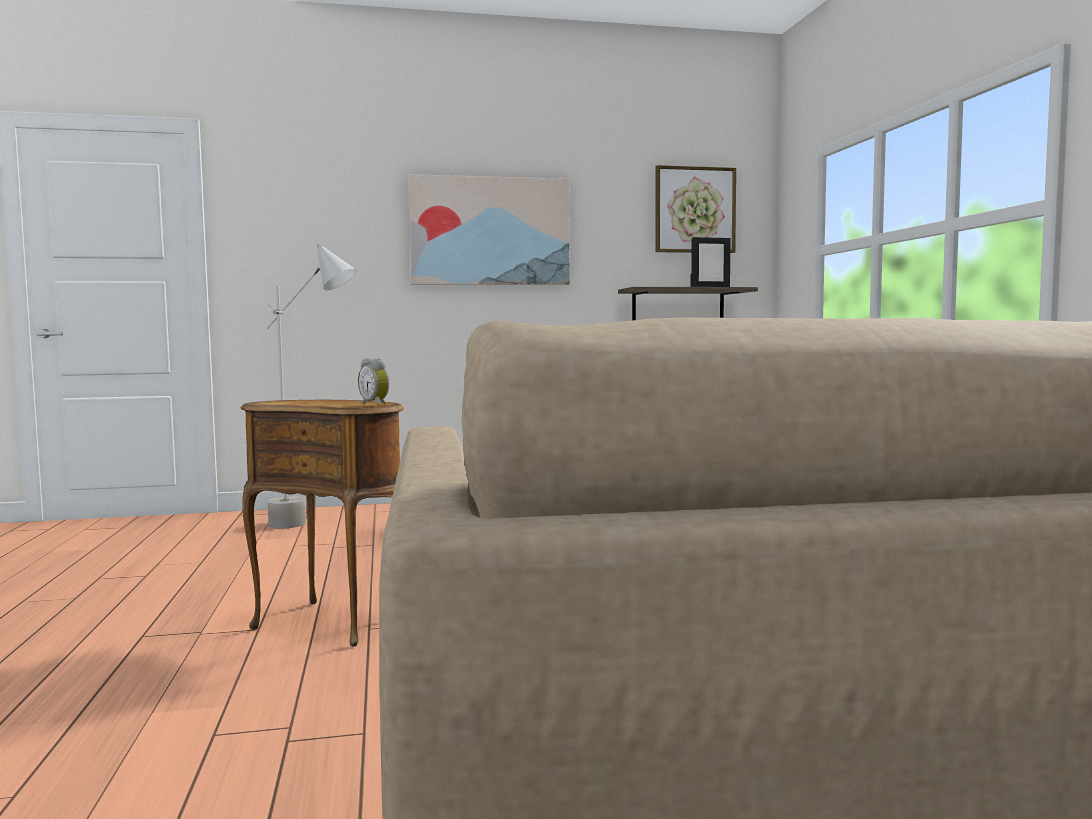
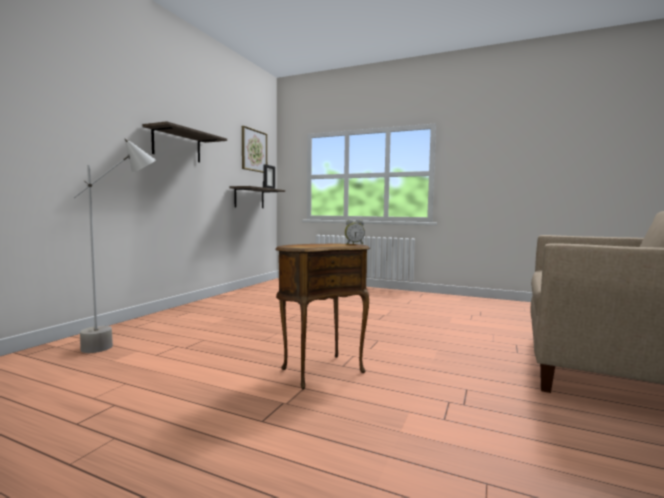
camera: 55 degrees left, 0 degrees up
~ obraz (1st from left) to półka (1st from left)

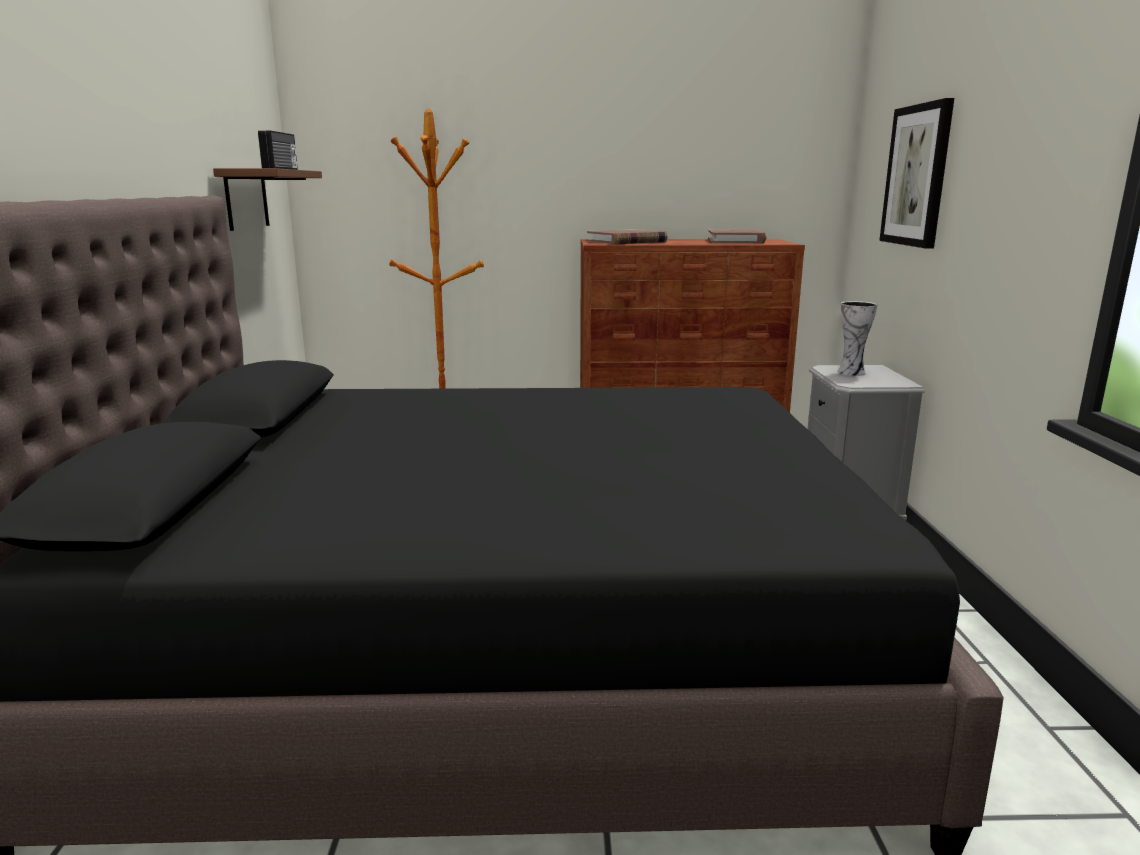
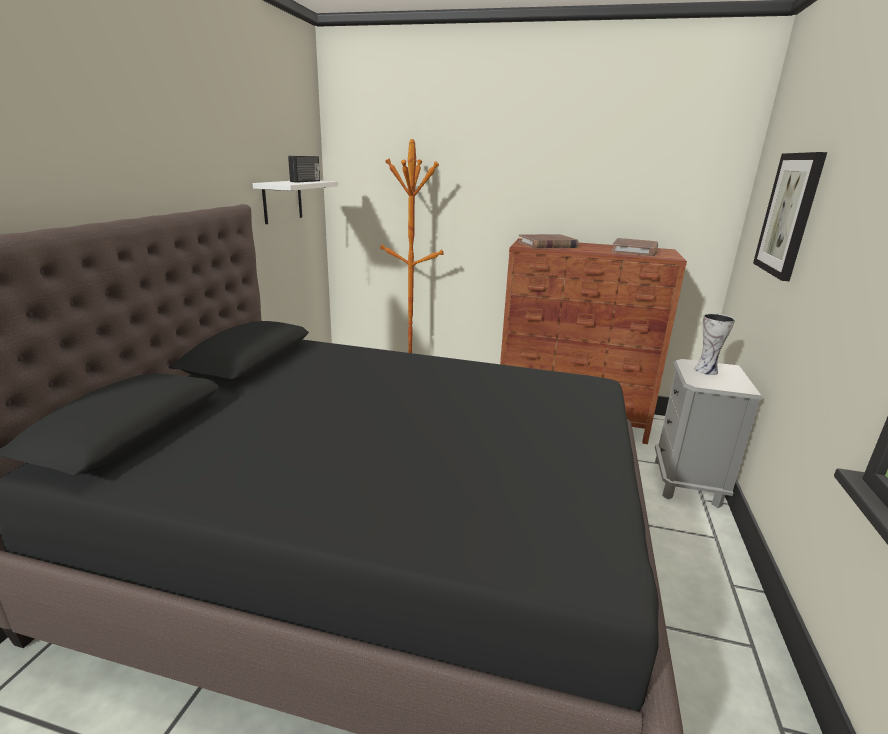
camera: 15 degrees right, 5 degrees up
~ półka (brązowy) to półka (biały)

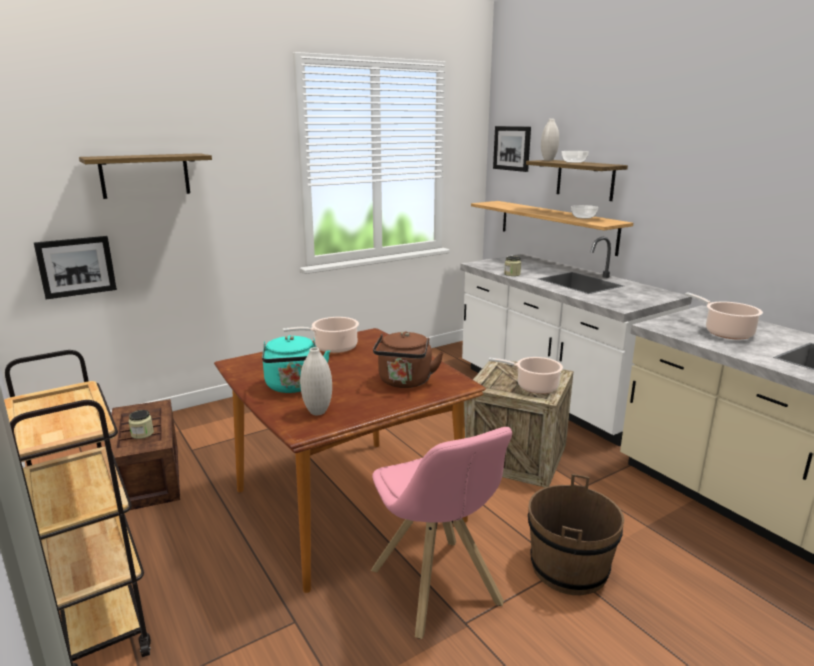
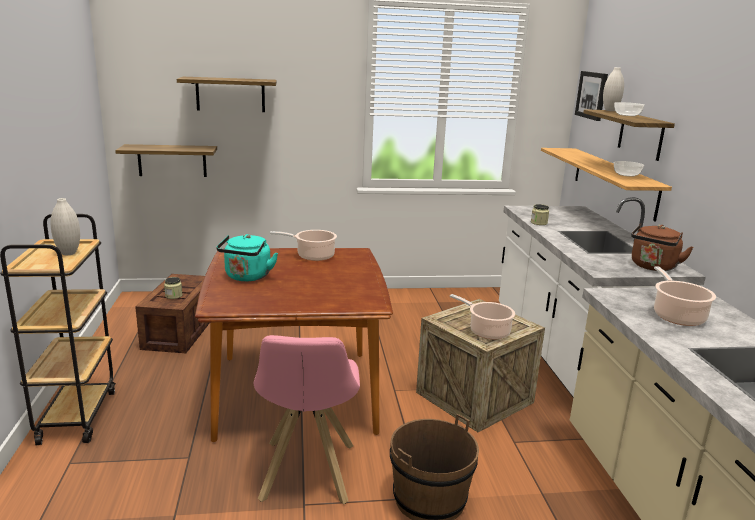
camera: 25 degrees right, 0 degrees up
~ wazon (biały) (1st from left)
~ obraz (1st from left) to półka (1st from left)
~ czajnik (brązowy)

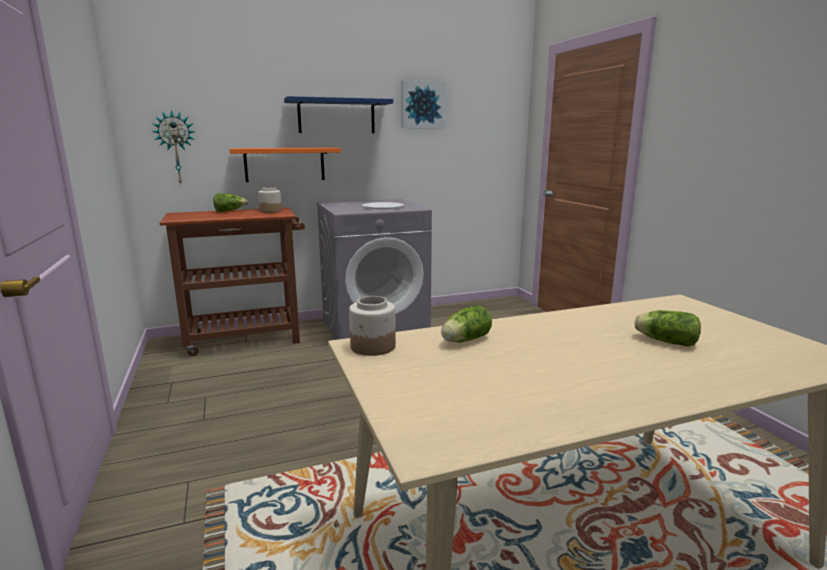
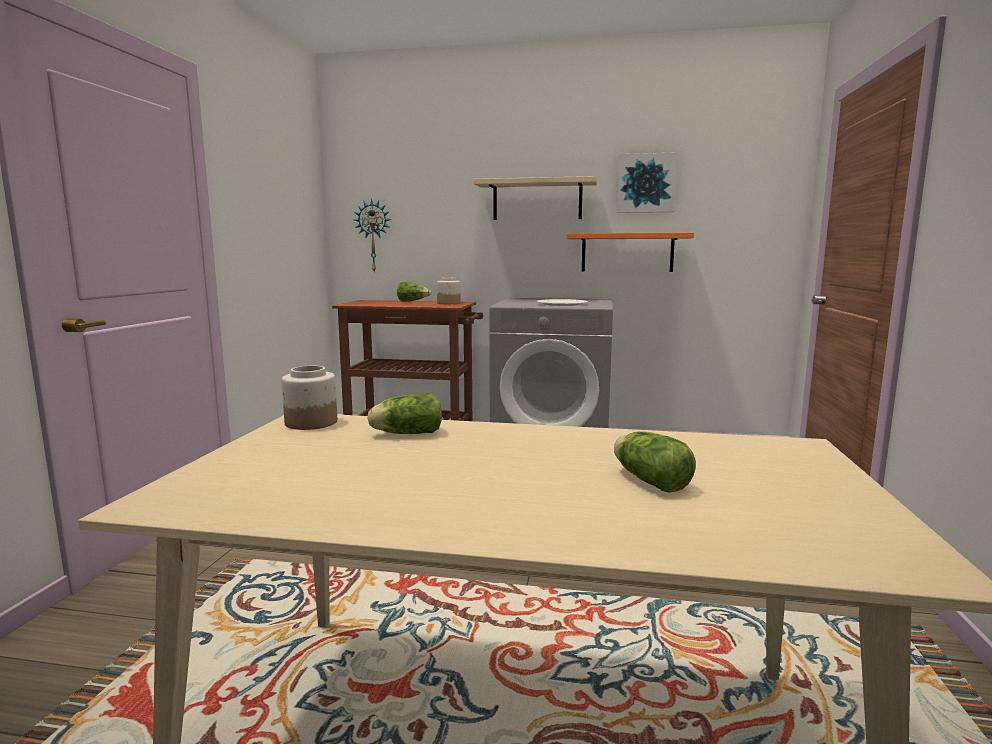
camera: 30 degrees right, 5 degrees down
~ półka (niebieski) to półka (beżowy)
~ półka (pomarańczowy)

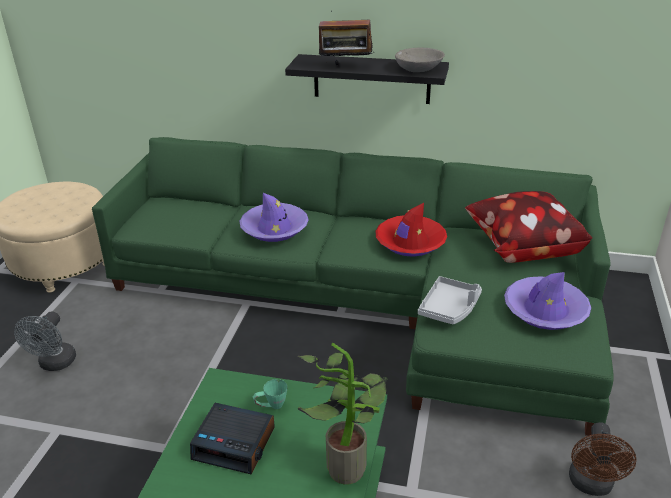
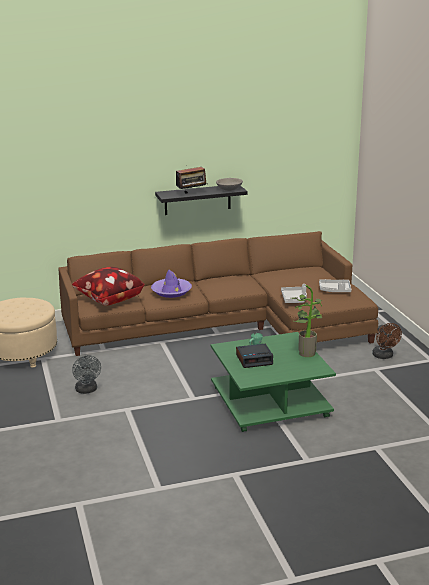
camera: 30 degrees left, 10 degrees down
~ kanapa (zielony) to kanapa (brązowy)
~ poduszka
~ kapelusz (fioletowy) (2nd from left) to taca (szary) (2nd from left)
- kapelusz (czerwony)

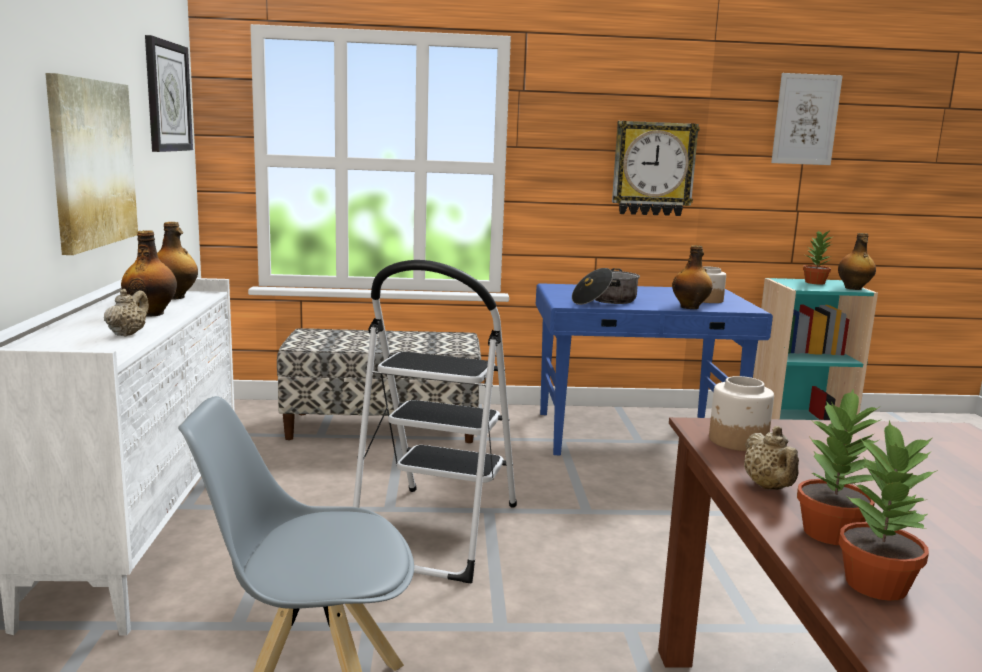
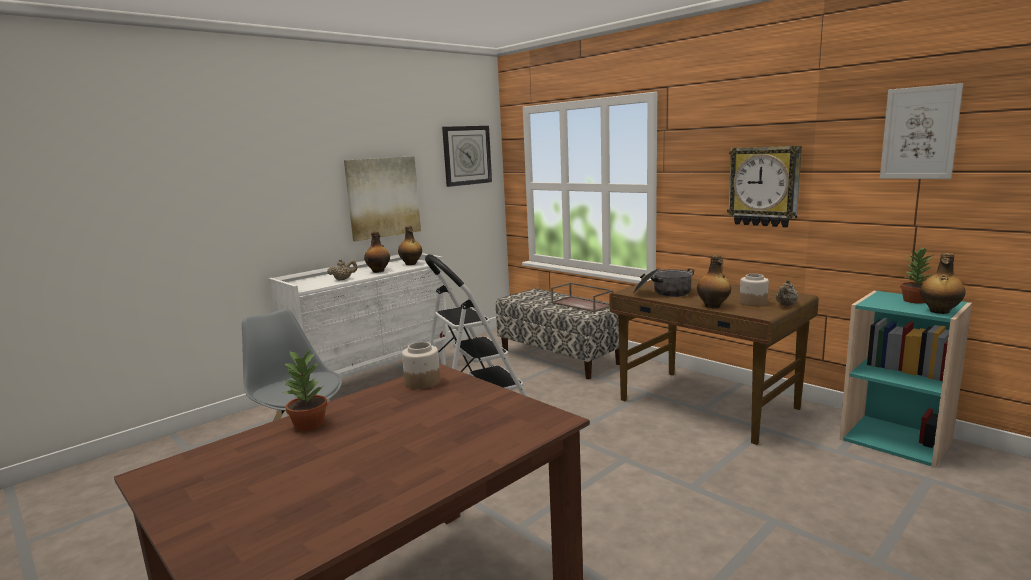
camera: 50 degrees right, 0 degrees up
+ taca (brązowy)
~ biurko (niebieski) to biurko (brązowy)
~ imbryk (beżowy) (2nd from left)
- roślina doniczkowa (3rd from left)

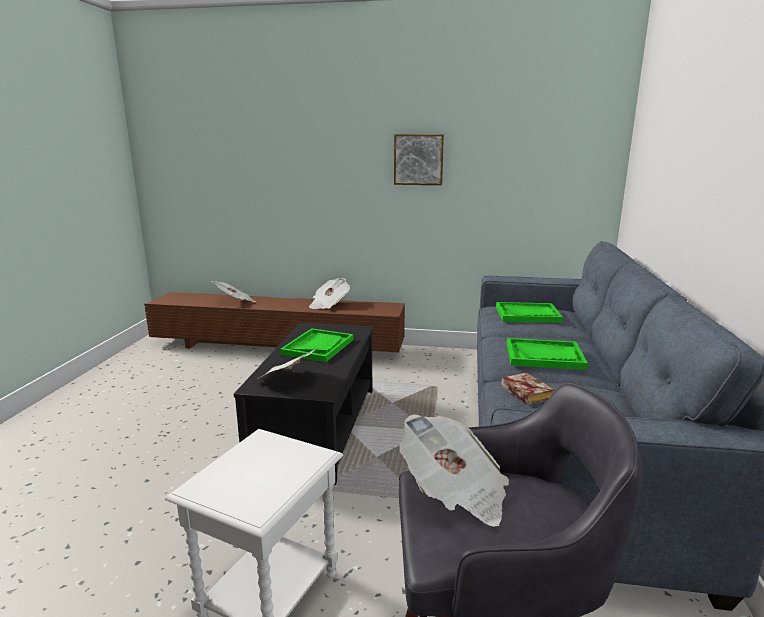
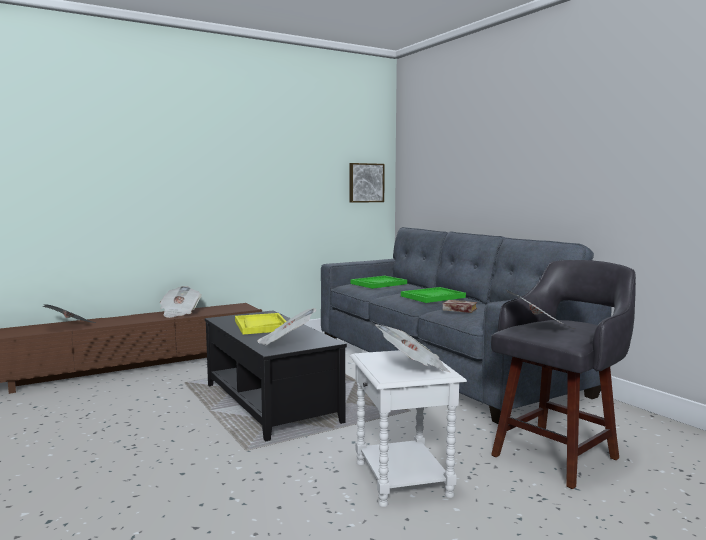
camera: 40 degrees left, 10 degrees down
~ taca (zielony) (1st from left) to taca (żółty)
~ obraz
+ gazeta (4th from left)

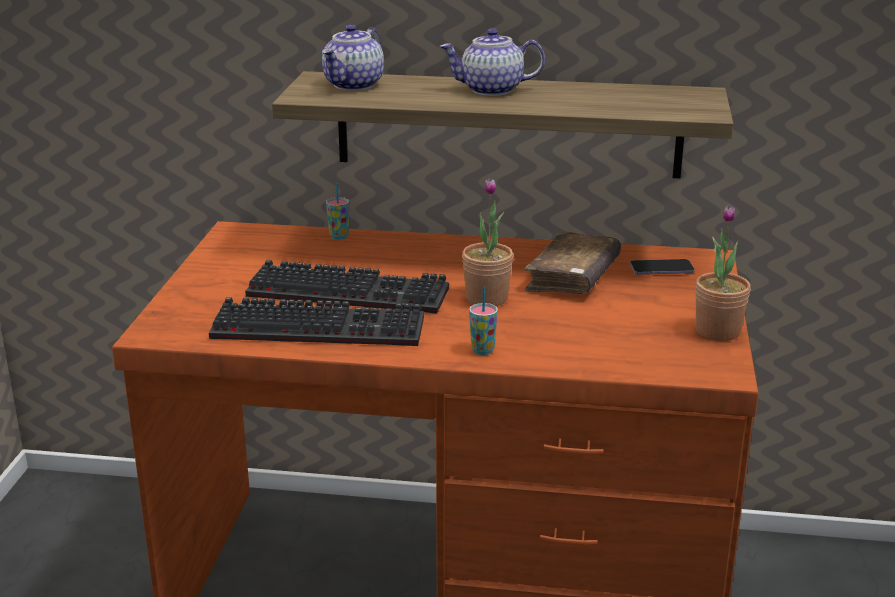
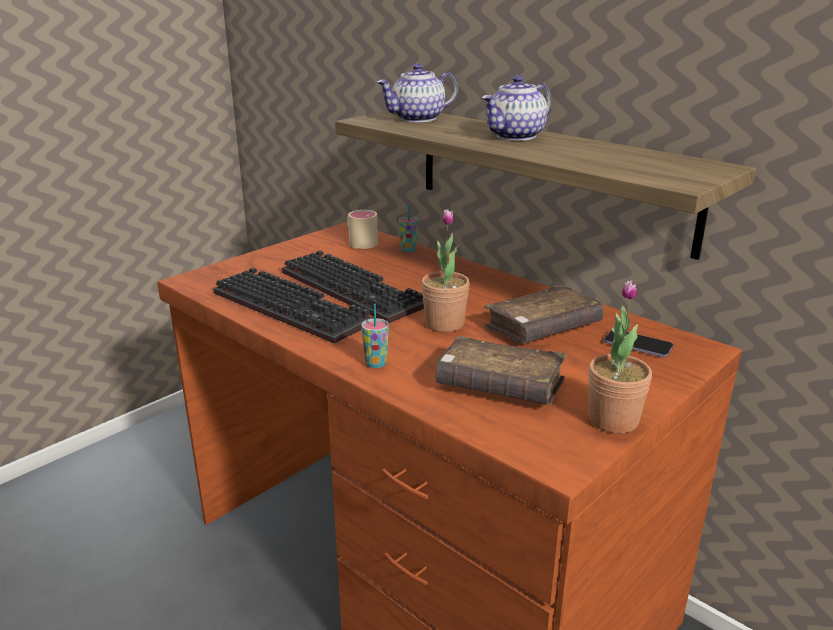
camera: 35 degrees right, 0 degrees up
+ kubek (beżowy)
+ książka (brązowy) (1st from left)
~ imbryk (2nd from left) 75 degrees counterclockwise

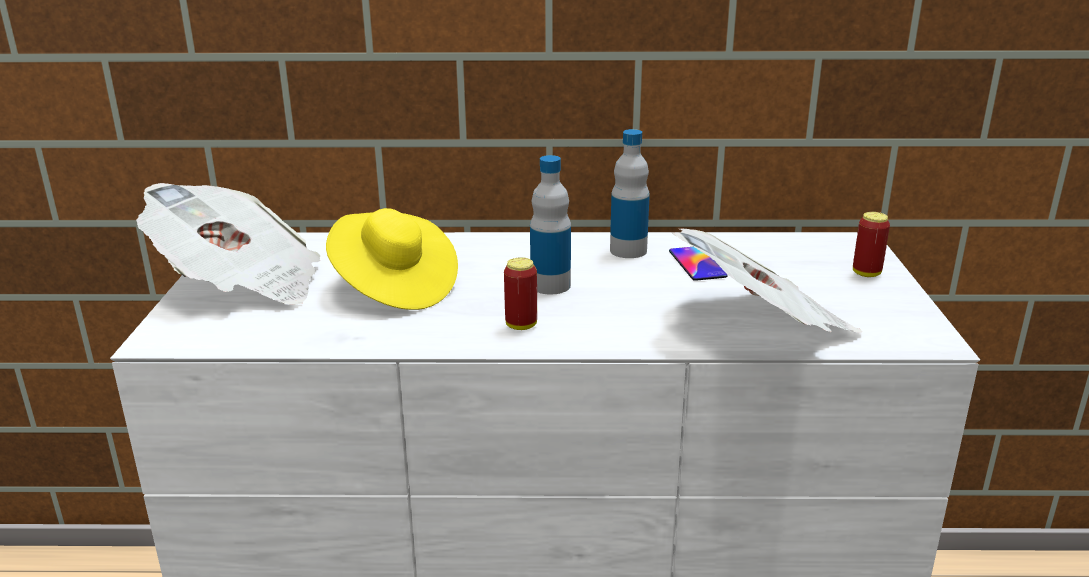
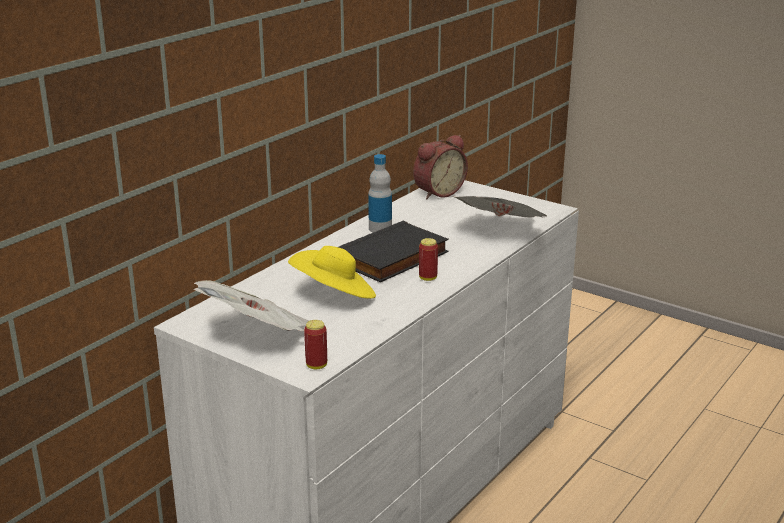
camera: 55 degrees left, 0 degrees up
~ puszka (2nd from left in the first image) to puszka (1st from left)
~ butelka (1st from left) to książka (czarny)
+ budzik
- telefon

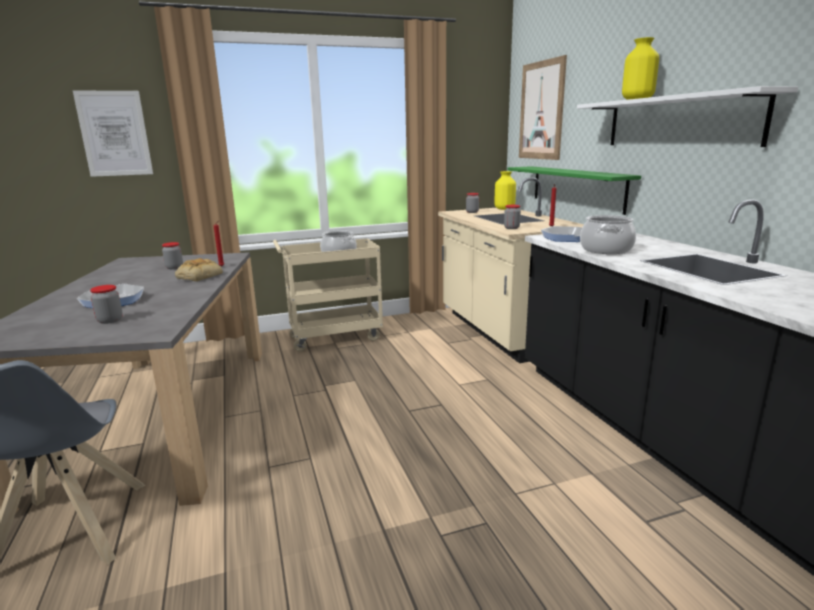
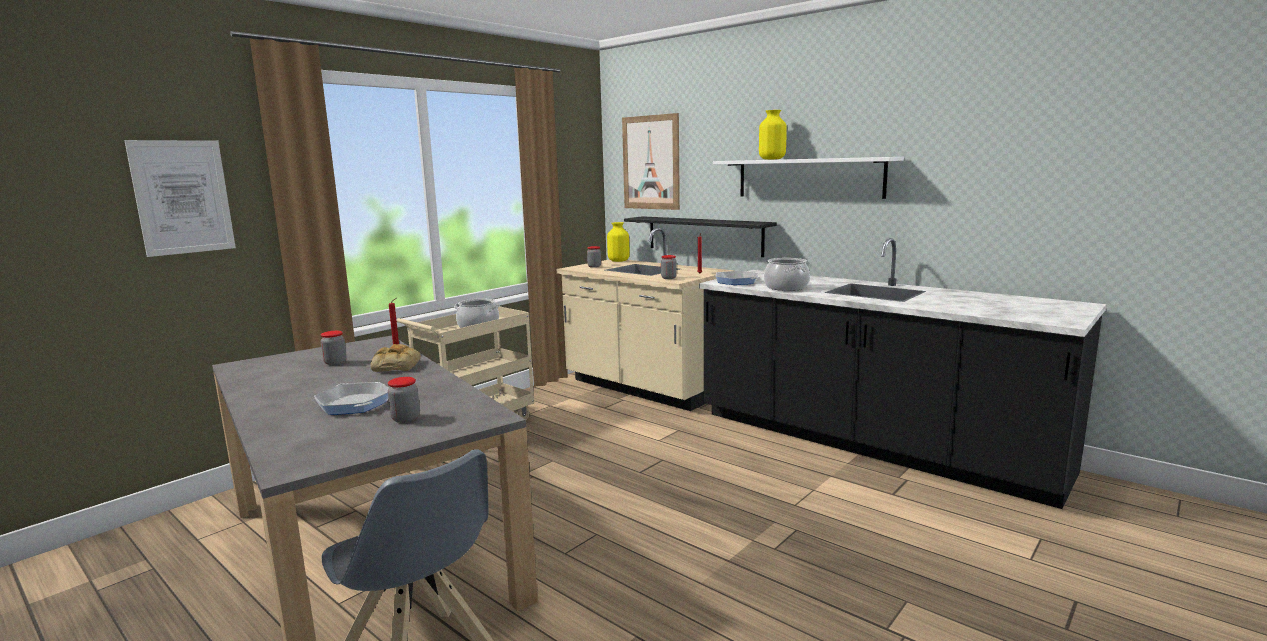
camera: 30 degrees left, 5 degrees down
~ półka (zielony) to półka (czarny)

